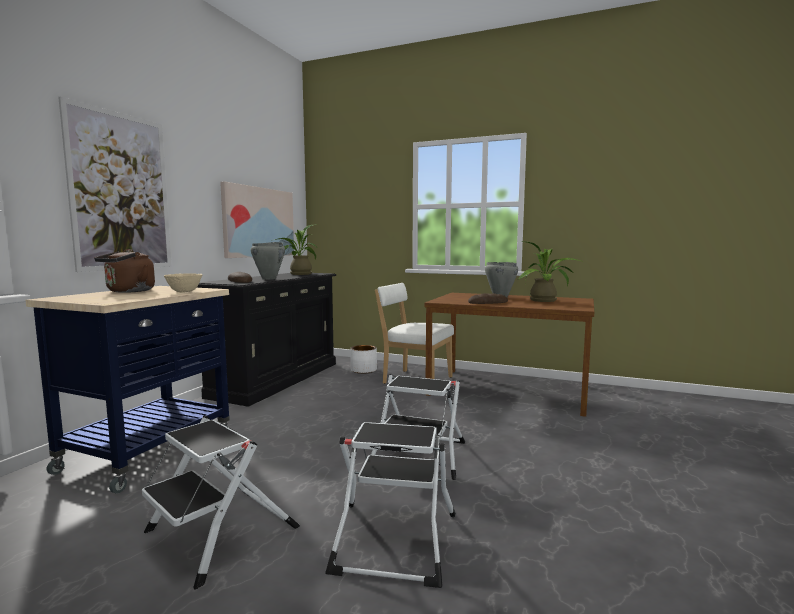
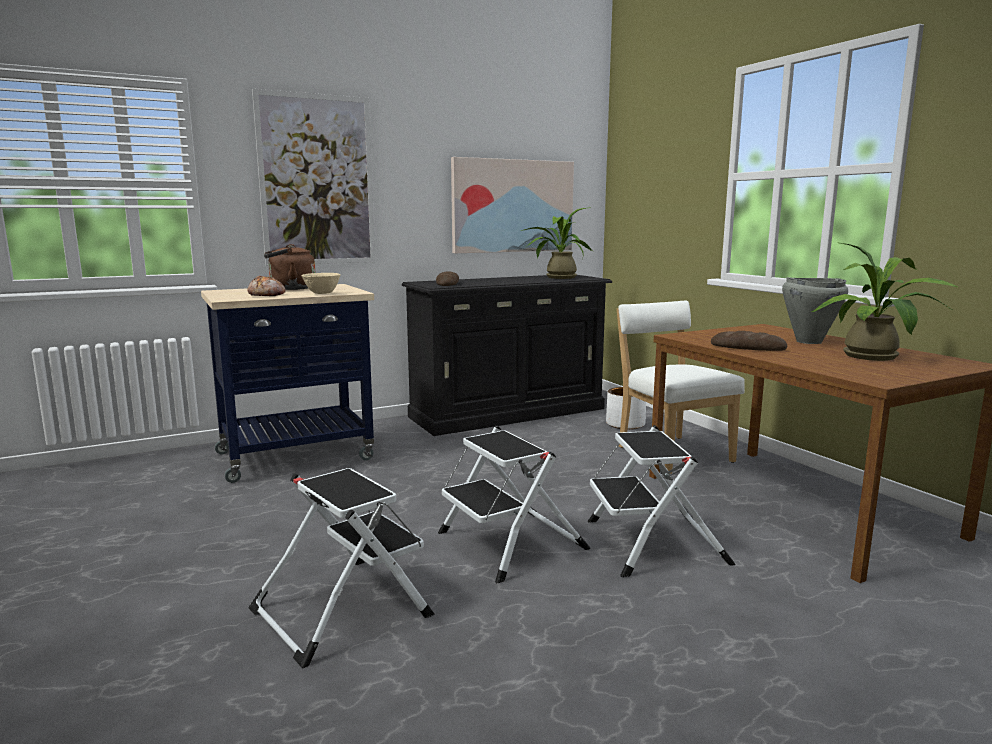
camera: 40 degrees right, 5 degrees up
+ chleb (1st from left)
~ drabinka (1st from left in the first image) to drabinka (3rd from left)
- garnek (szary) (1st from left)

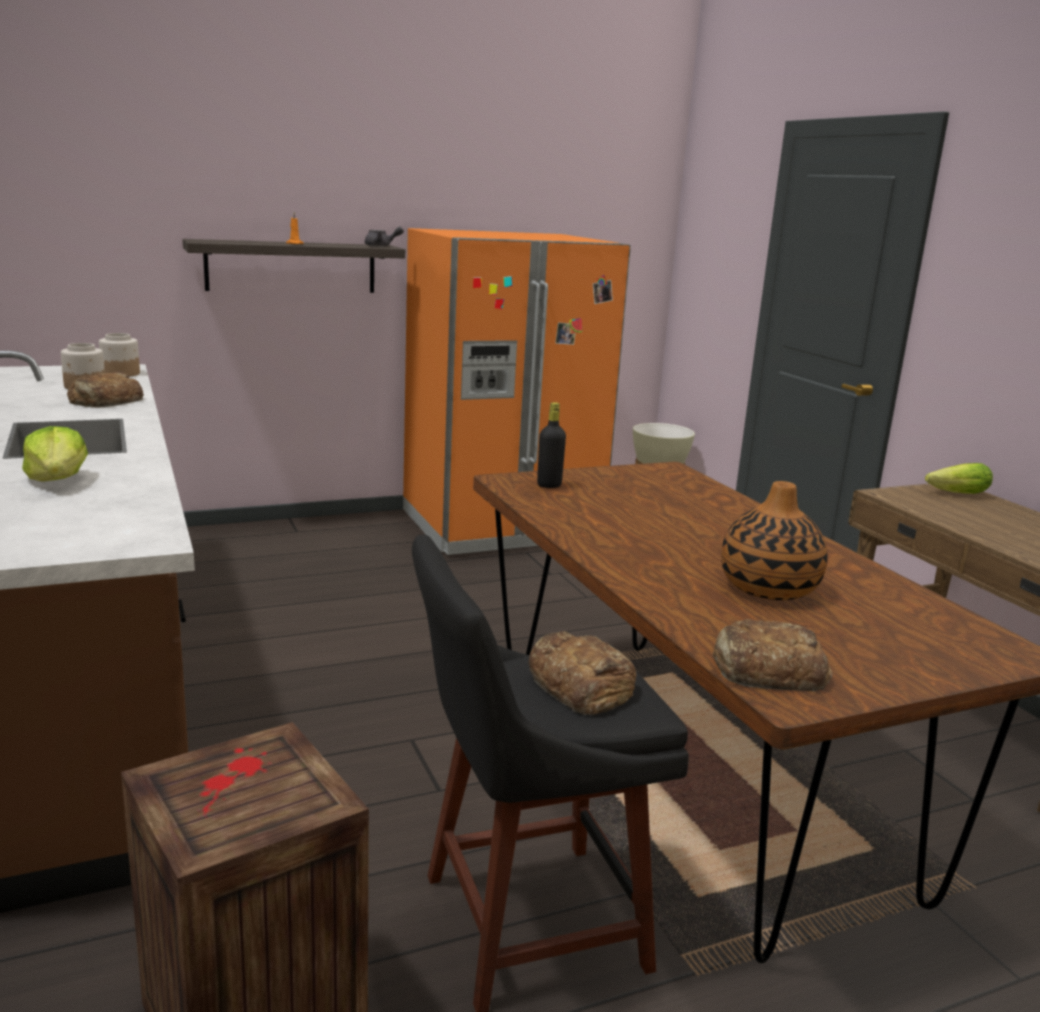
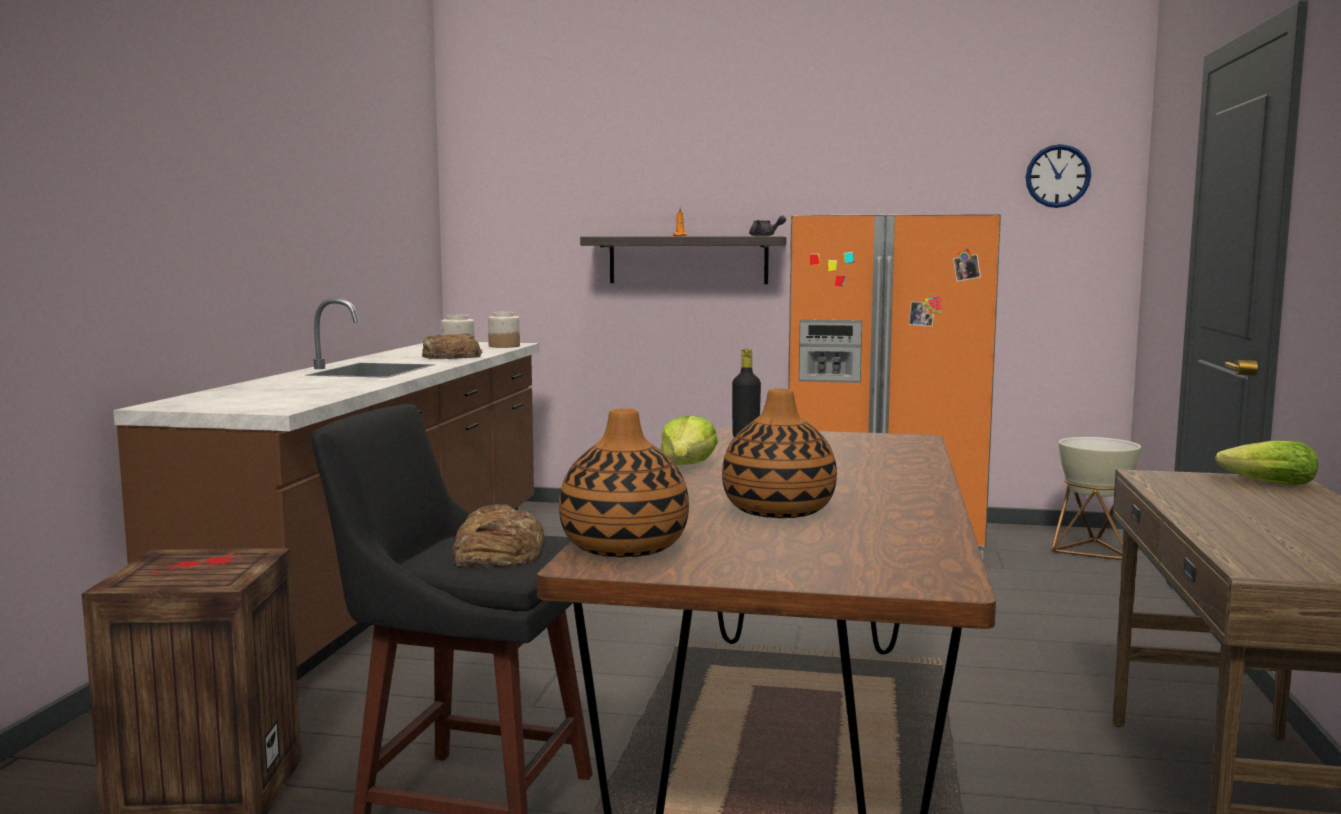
camera: 35 degrees right, 10 degrees down
~ chleb (3rd from left) to wazon (1st from left)
~ sałata (1st from left)
+ zegar ścienny

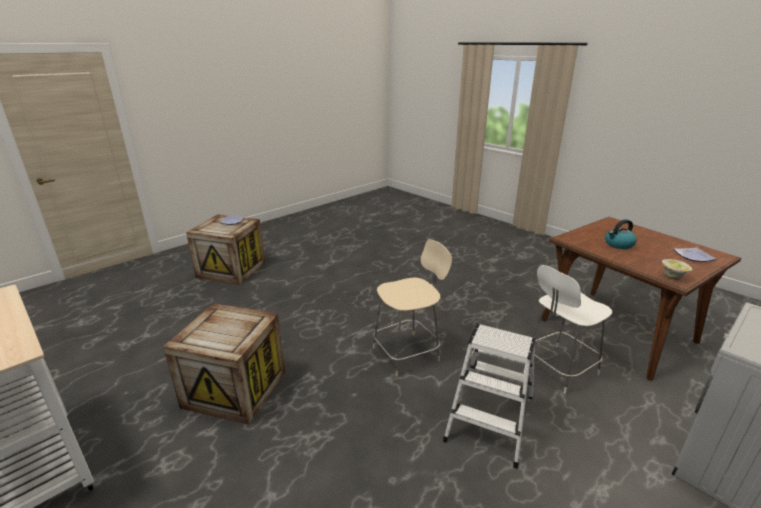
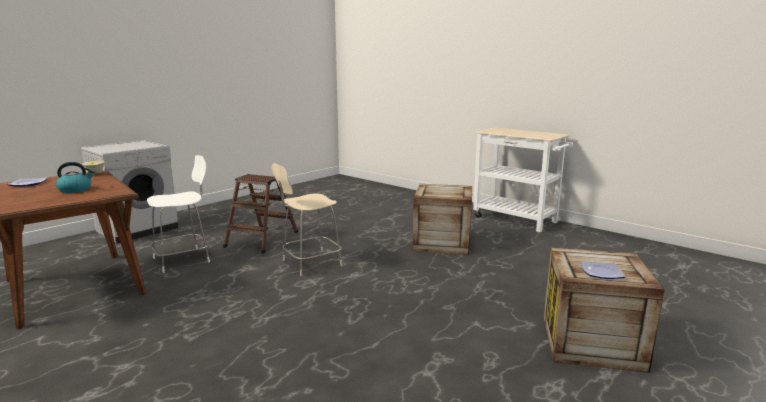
camera: 175 degrees right, 10 degrees down
~ drabinka (biały) to drabinka (brązowy)

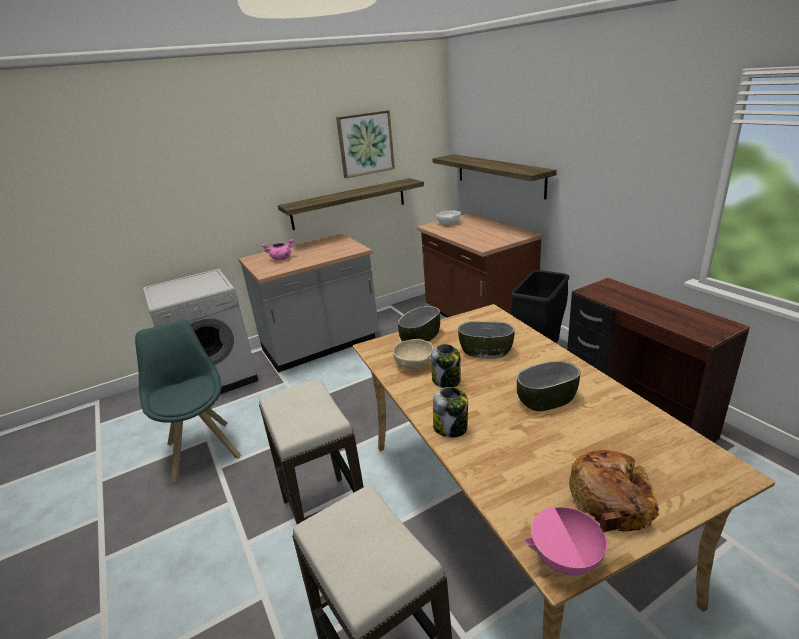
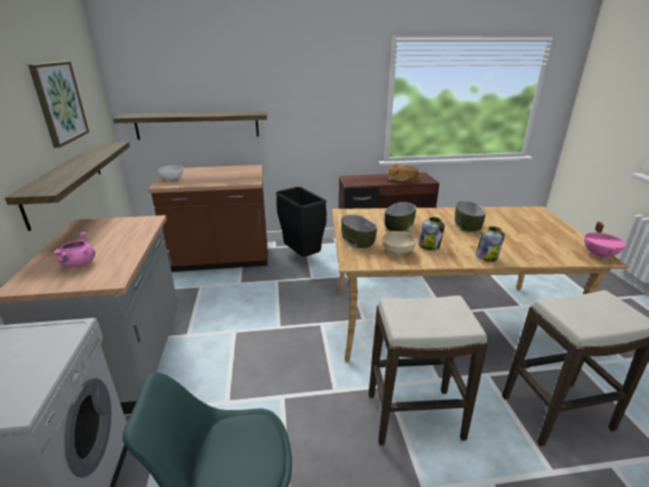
camera: 70 degrees left, 0 degrees up
~ chleb

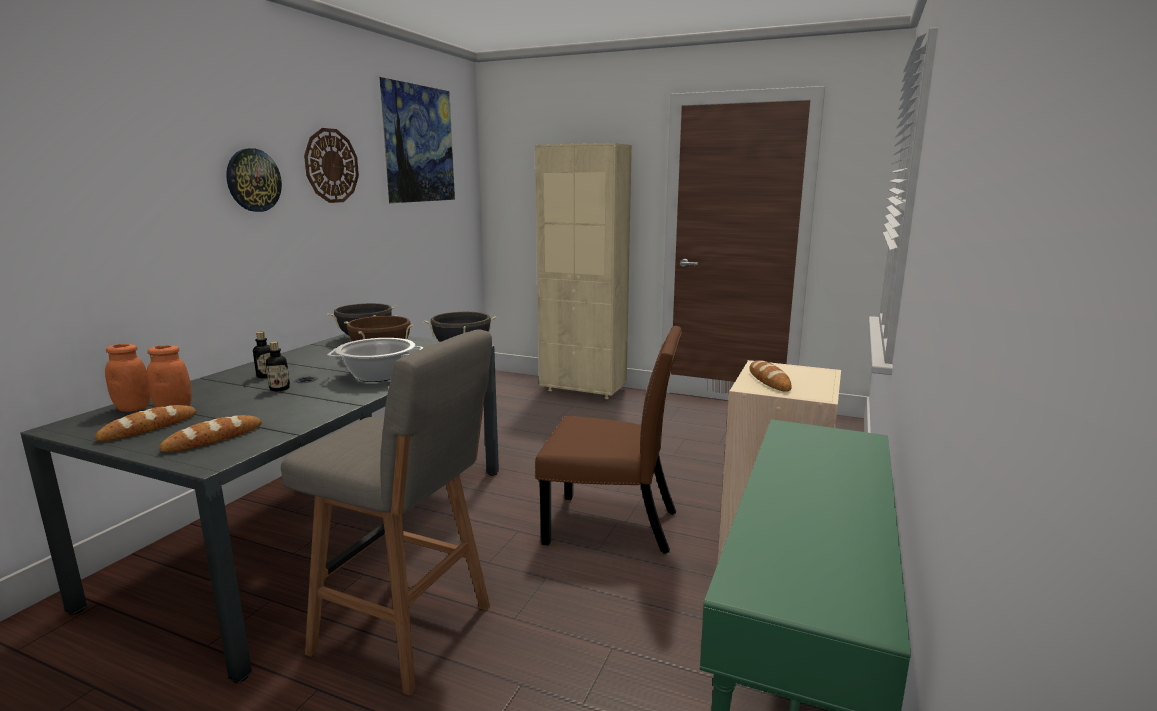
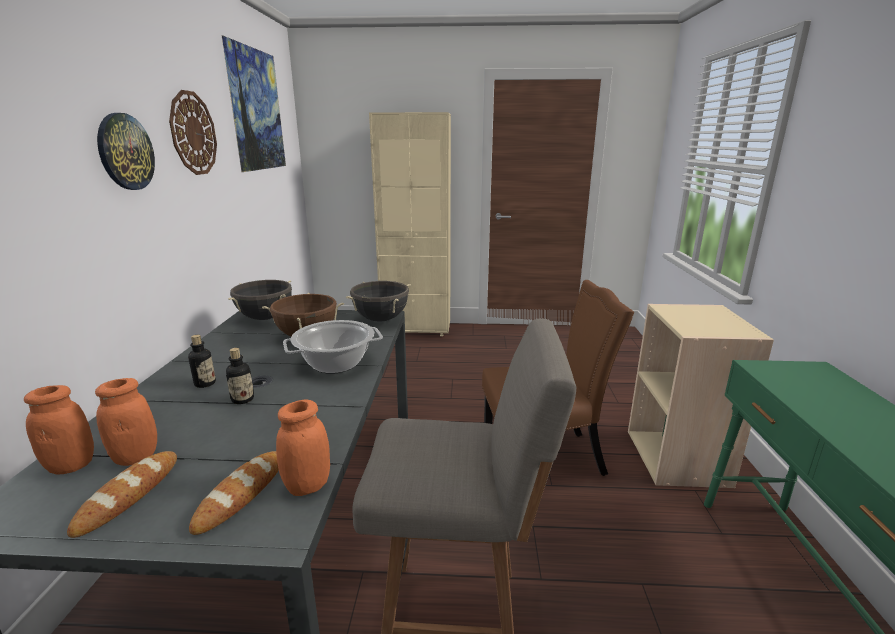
camera: 20 degrees left, 5 degrees up
+ słoik (pomarańczowy) (3rd from left)
- chleb (3rd from left)

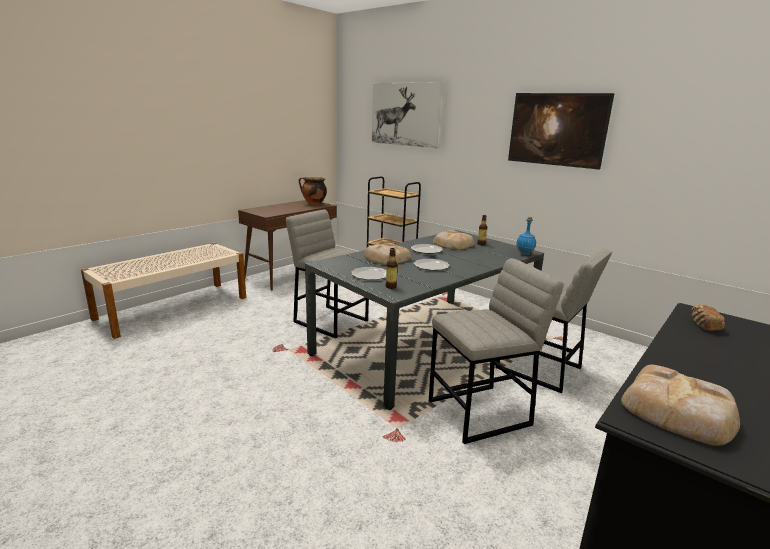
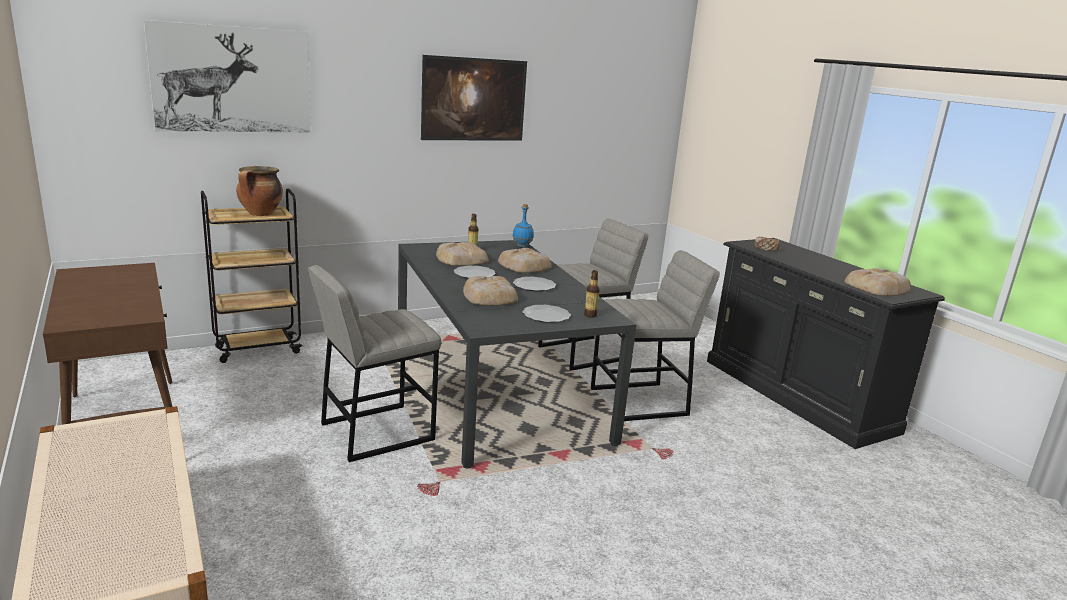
camera: 70 degrees left, 0 degrees up
~ garnek
+ chleb (3rd from left)
~ krzesło (szary) (2nd from left in the first image) 75 degrees clockwise

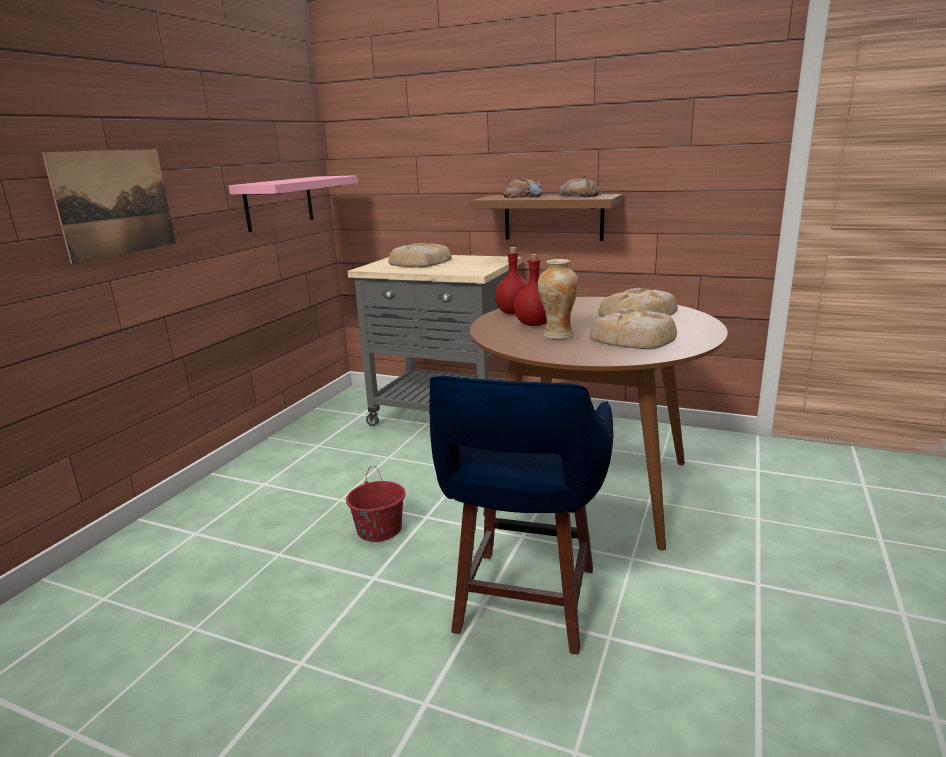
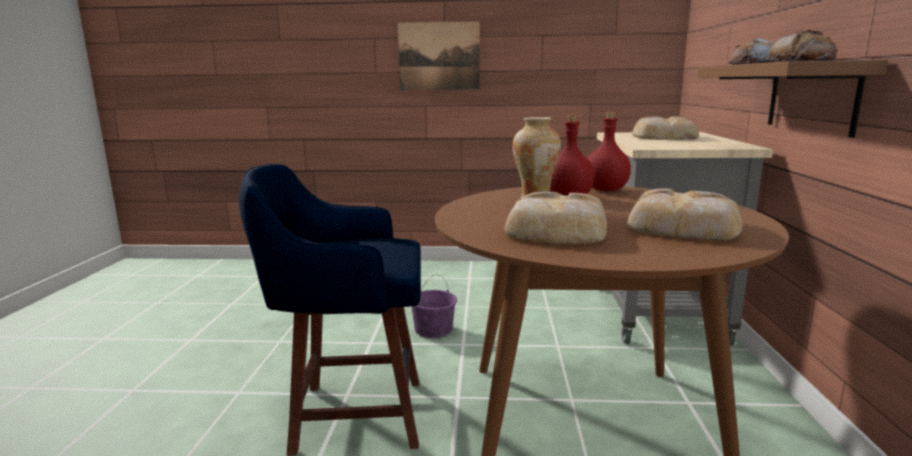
camera: 70 degrees right, 5 degrees down
~ wiadro (czerwony) to wiadro (fioletowy)
- półka (różowy)

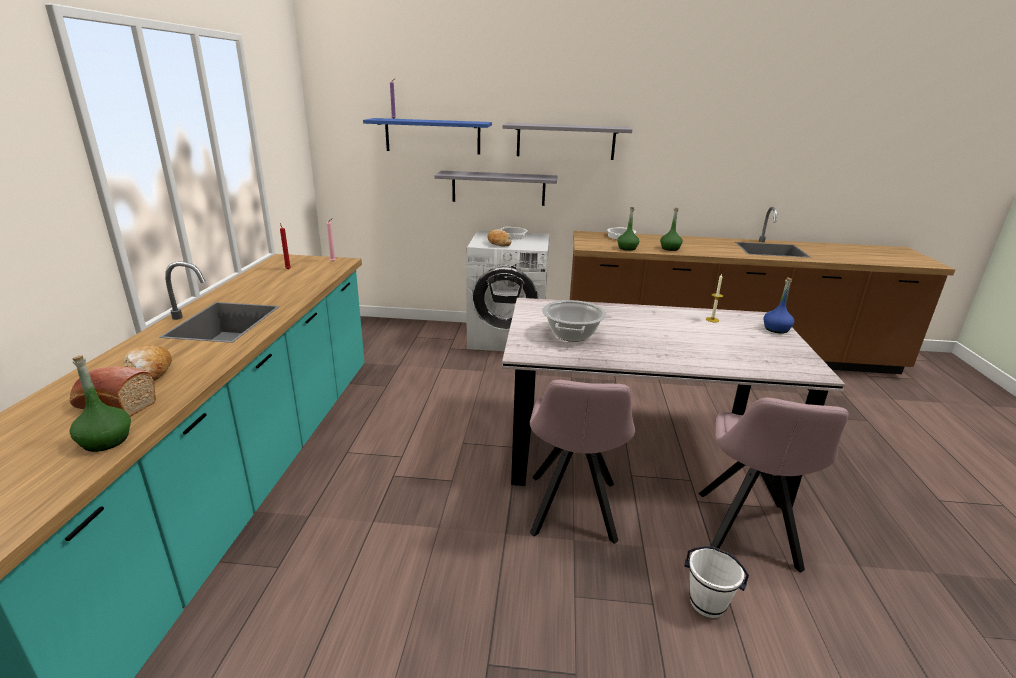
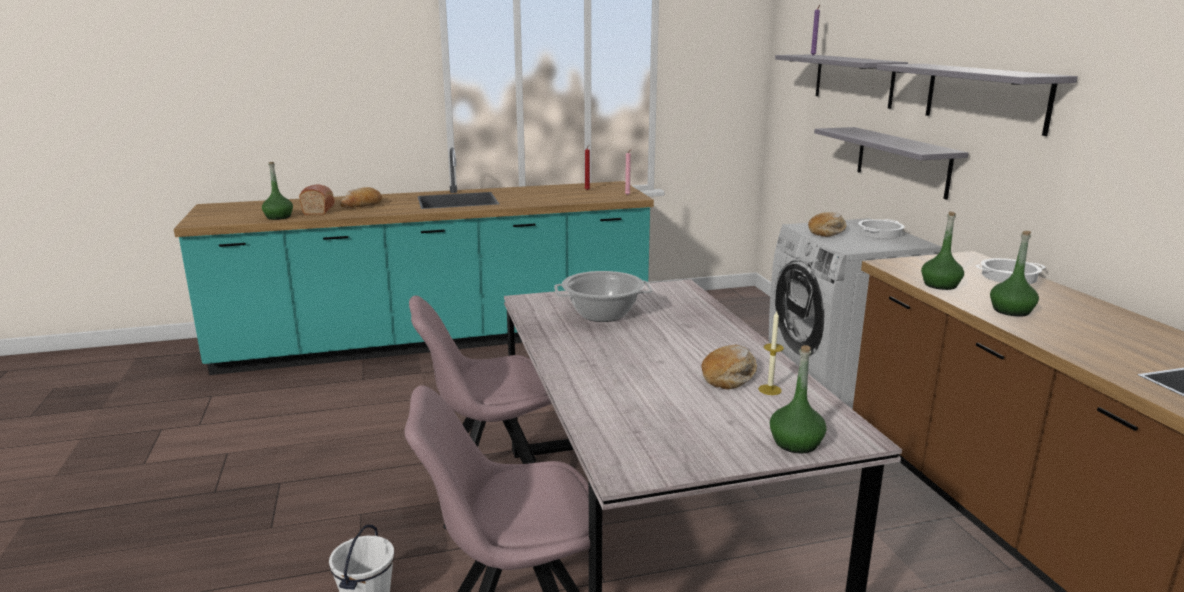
camera: 70 degrees right, 5 degrees down
+ chleb (3rd from left)
~ butelka (niebieski) to butelka (zielony) (2nd from left)
~ półka (niebieski) to półka (szary) (1st from left)

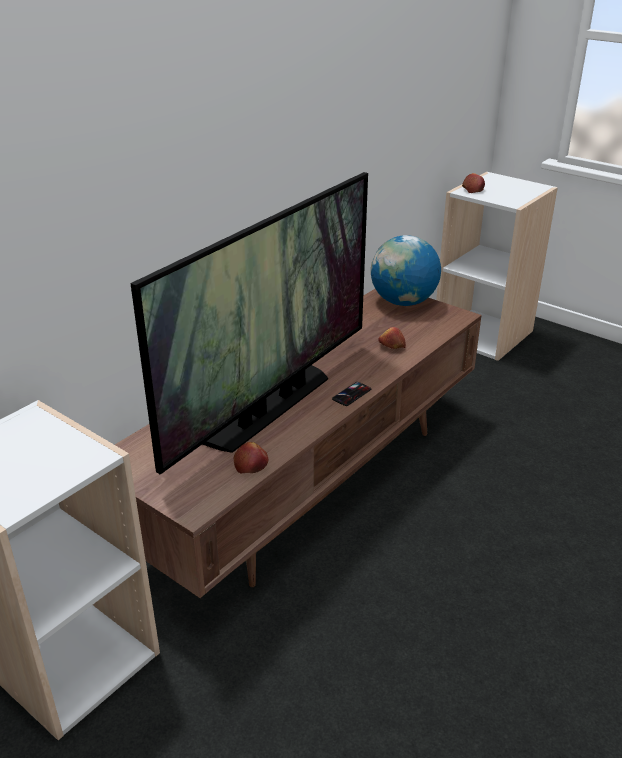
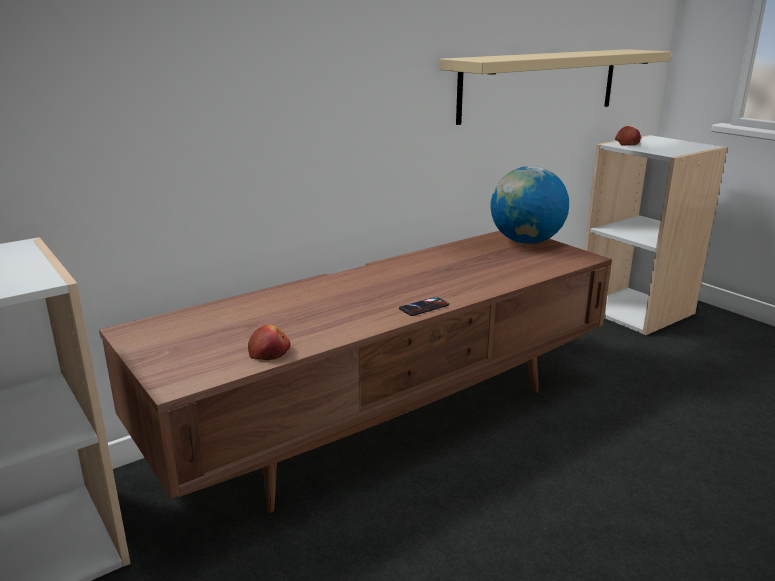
camera: 15 degrees right, 10 degrees down
+ półka (beżowy)
- telewizor
- jabłko (2nd from left)

